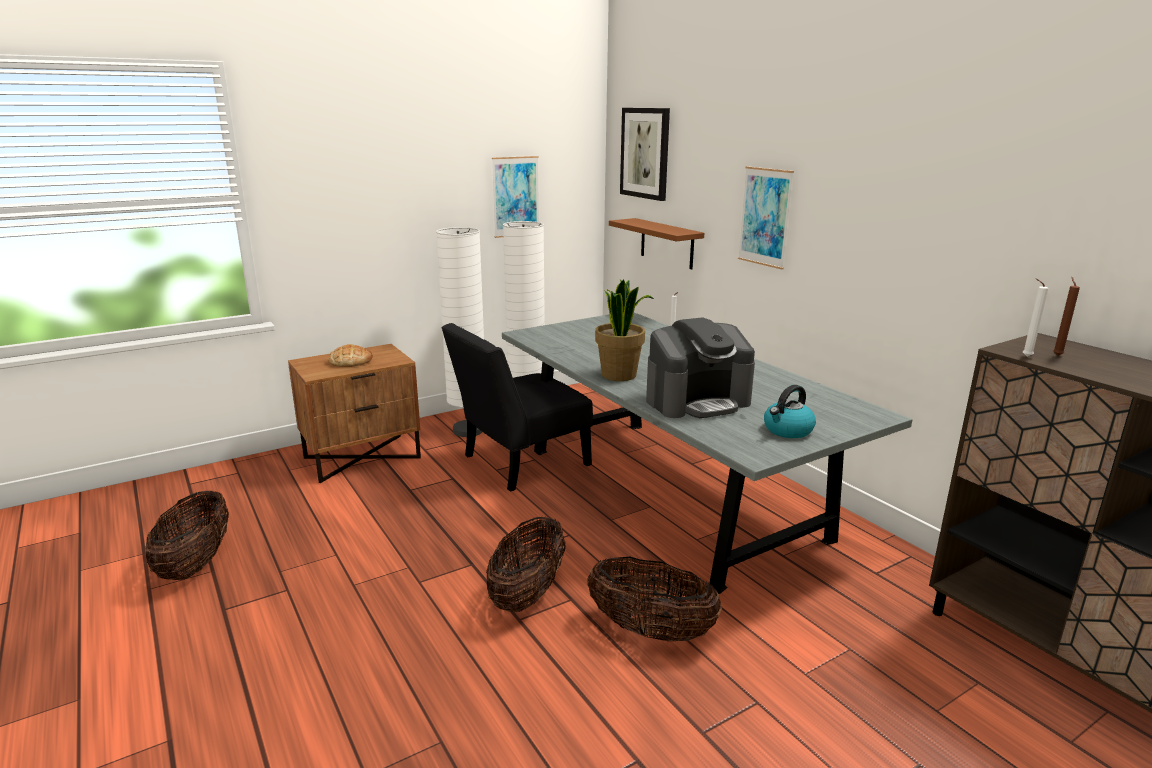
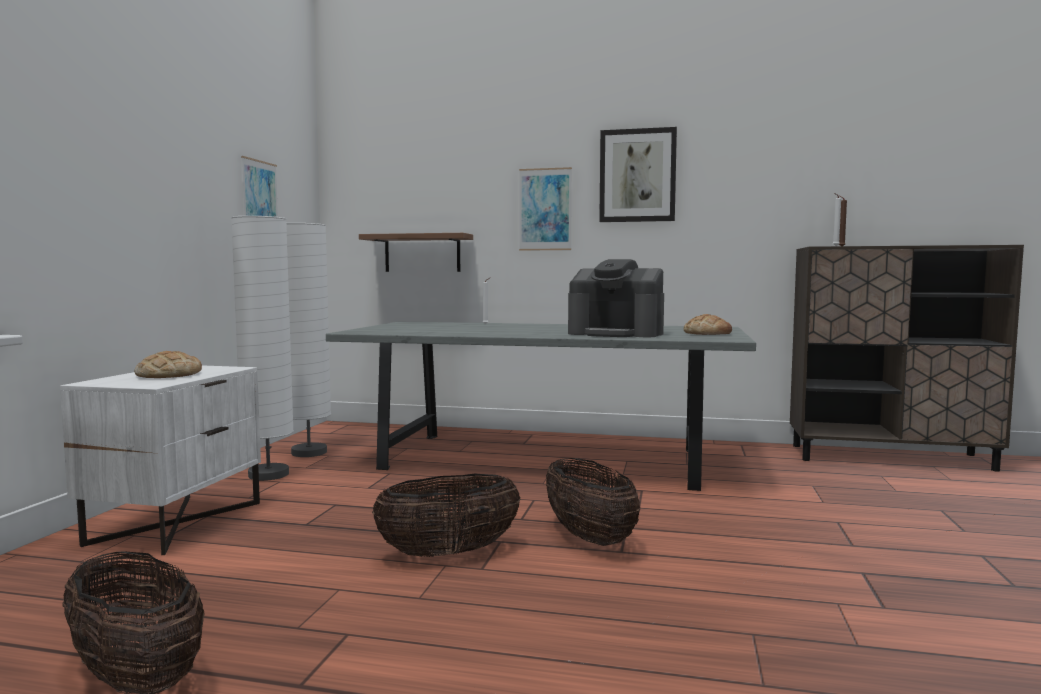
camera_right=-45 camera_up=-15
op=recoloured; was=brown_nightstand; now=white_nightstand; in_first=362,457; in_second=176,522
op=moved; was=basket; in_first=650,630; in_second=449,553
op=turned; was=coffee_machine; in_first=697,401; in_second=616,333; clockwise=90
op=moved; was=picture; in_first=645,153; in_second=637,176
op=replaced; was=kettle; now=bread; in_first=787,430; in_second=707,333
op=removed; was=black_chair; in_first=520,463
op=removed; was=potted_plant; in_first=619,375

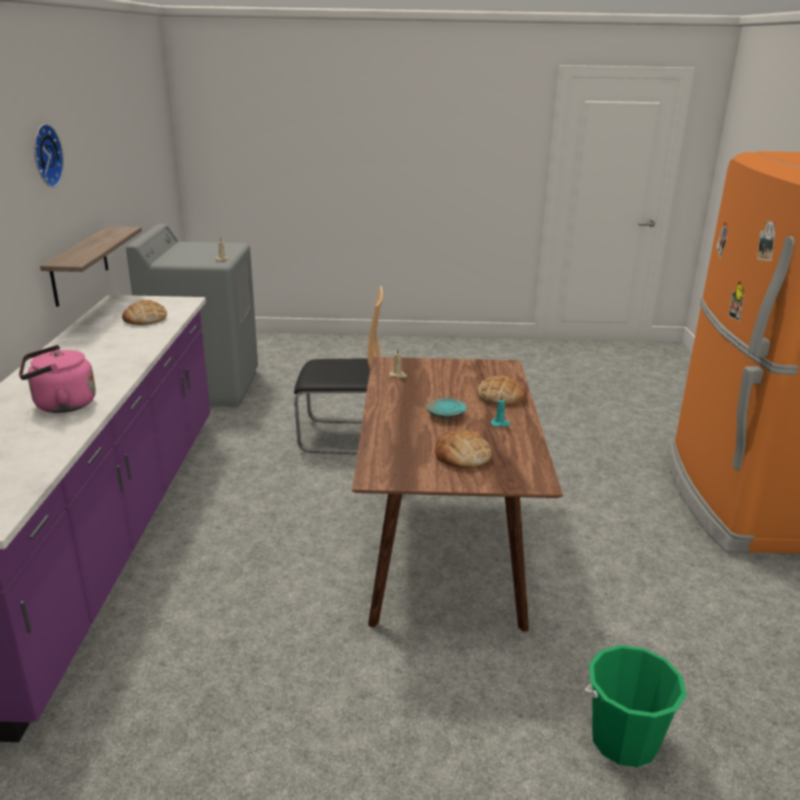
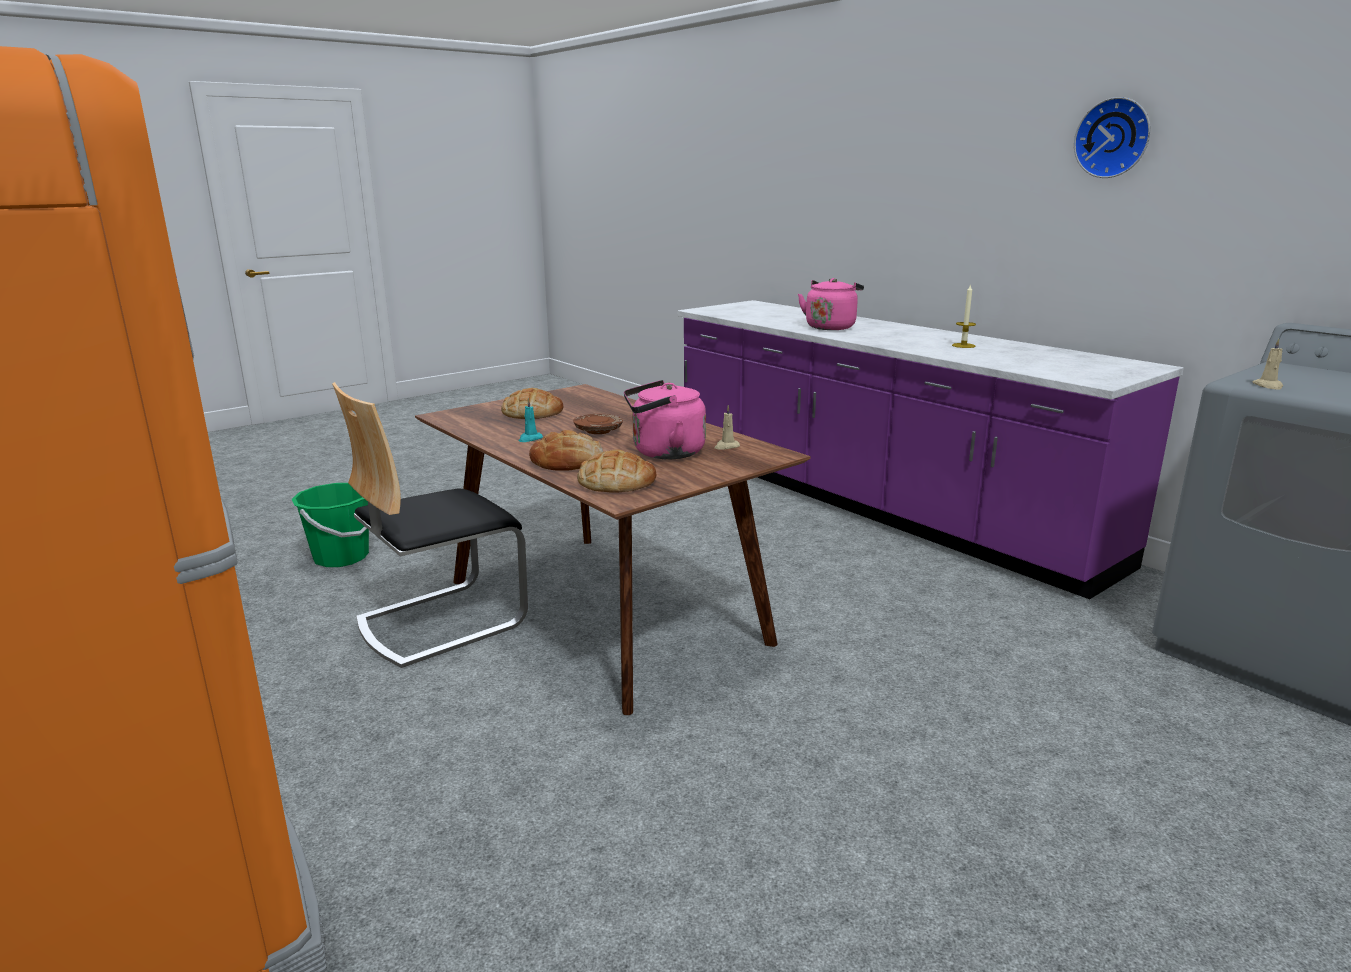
camera_right=140 camera_up=-5
op=moved; was=chair; in_first=344,437; in_second=440,621
op=recoloured; was=turquoise_plate; now=brown_plate; in_first=446,415; in_second=598,431
op=moved; was=bread; in_first=145,319; in_second=616,482
op=added; now=pink_kettle; in_second=664,453
op=added; now=candle; in_second=963,345
op=removed; was=shelf; in_first=80,265

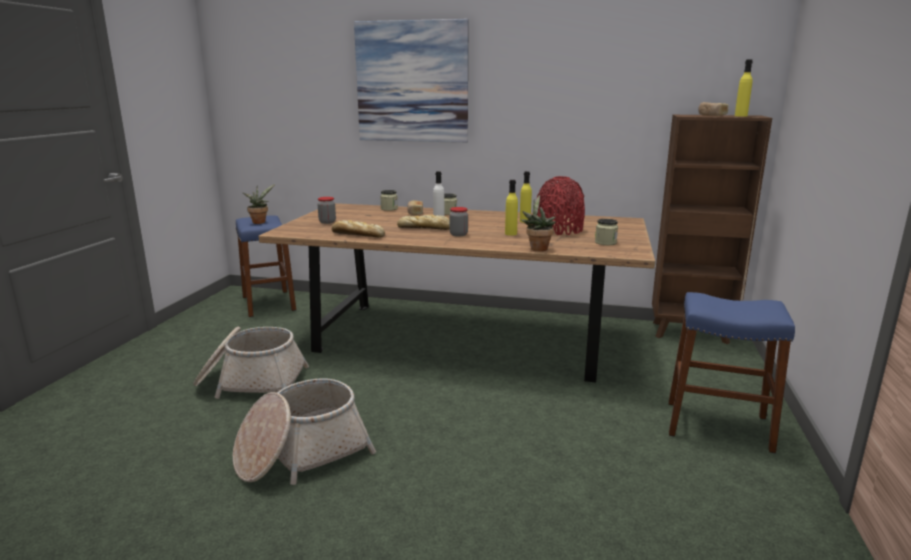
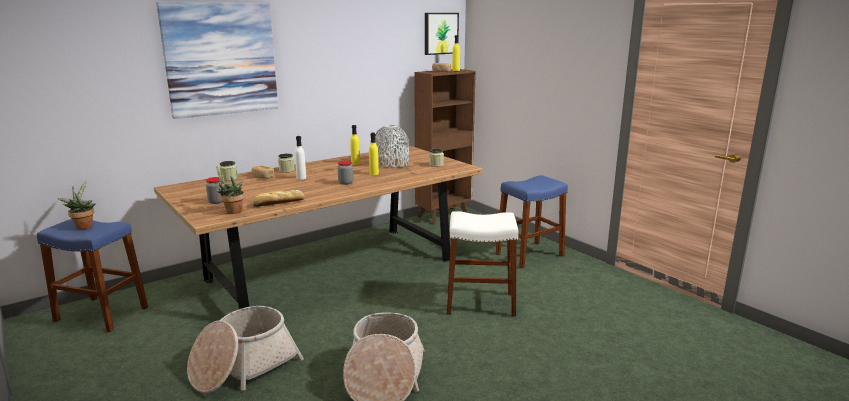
camera_right=-50 camera_up=0
op=moved; was=potted_plant; in_first=537,248; in_second=232,211
op=recoloured; was=red_vase; now=grey_vase; in_first=558,230; in_second=391,164
op=added; now=picture; in_second=440,33
op=added; now=white_stool; in_second=480,303
op=removed; was=bread; in_first=425,228

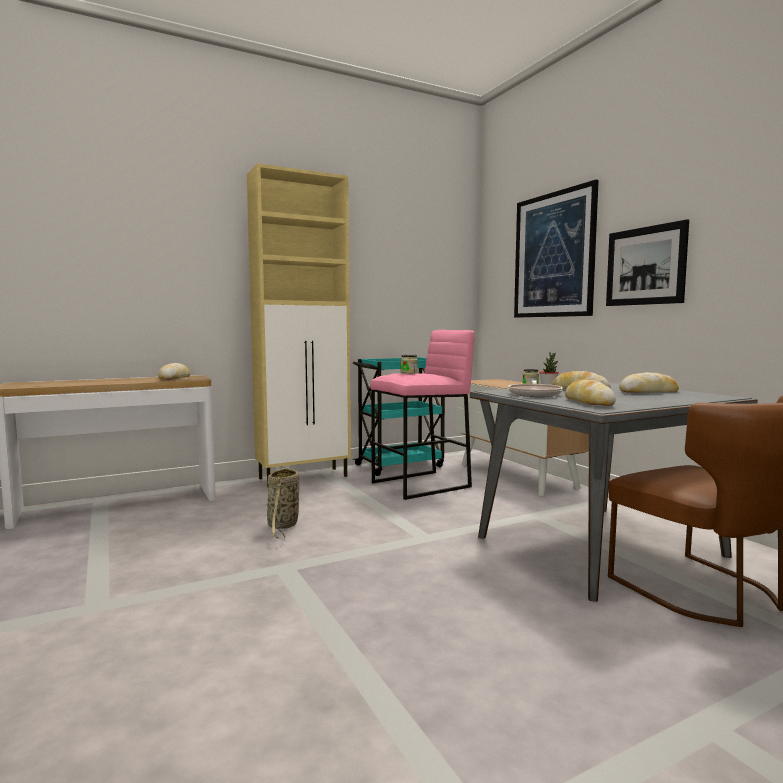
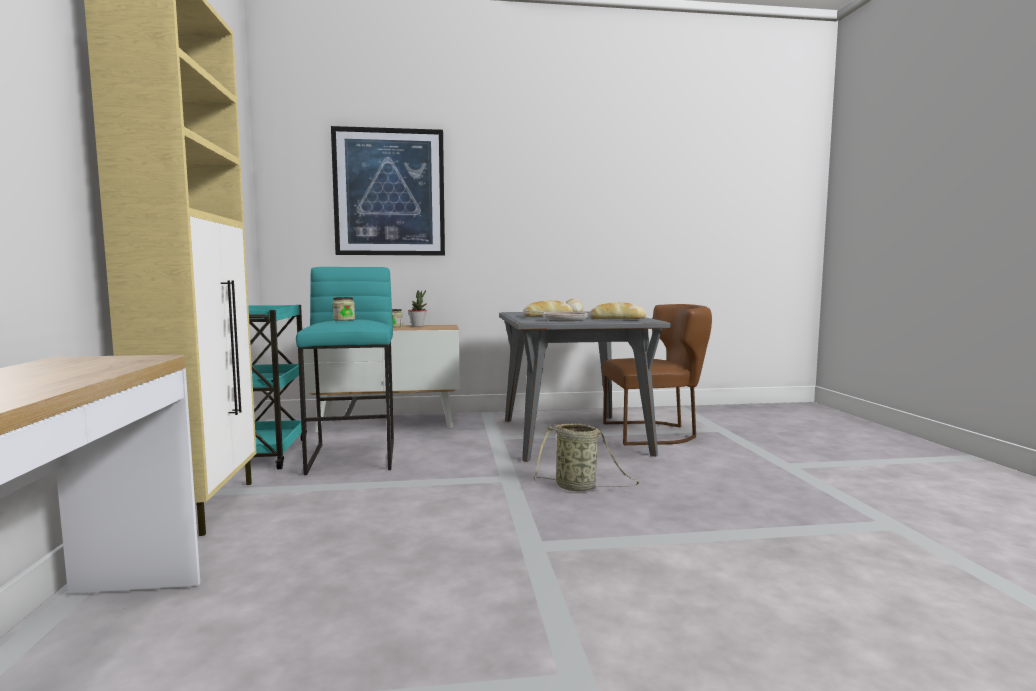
camera_right=-70 camera_up=0
op=recoloured; was=pink_stool; now=turquoise_stool; in_first=421,485; in_second=354,456
op=moved; was=basket; in_first=282,526; in_second=579,487
op=removed; was=bread; in_first=175,378
op=removed; was=picture; in_first=645,266

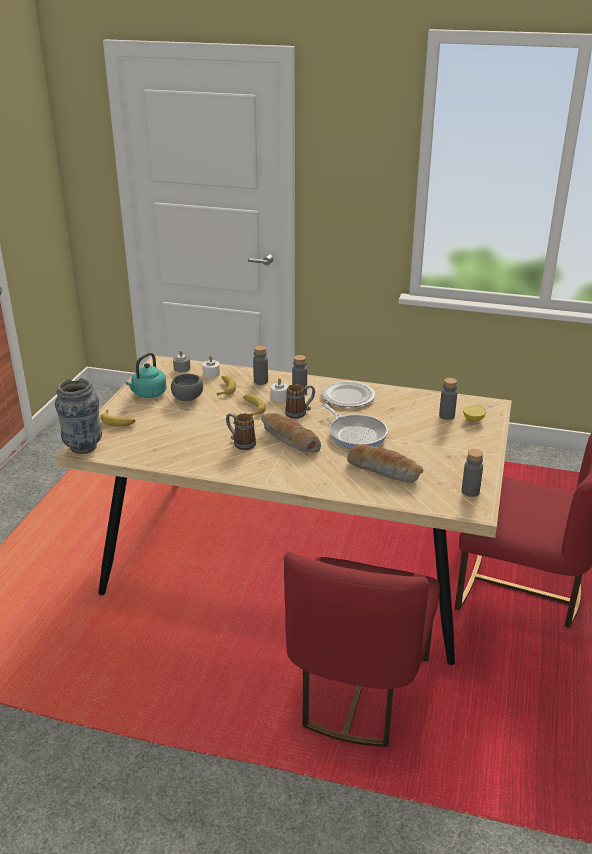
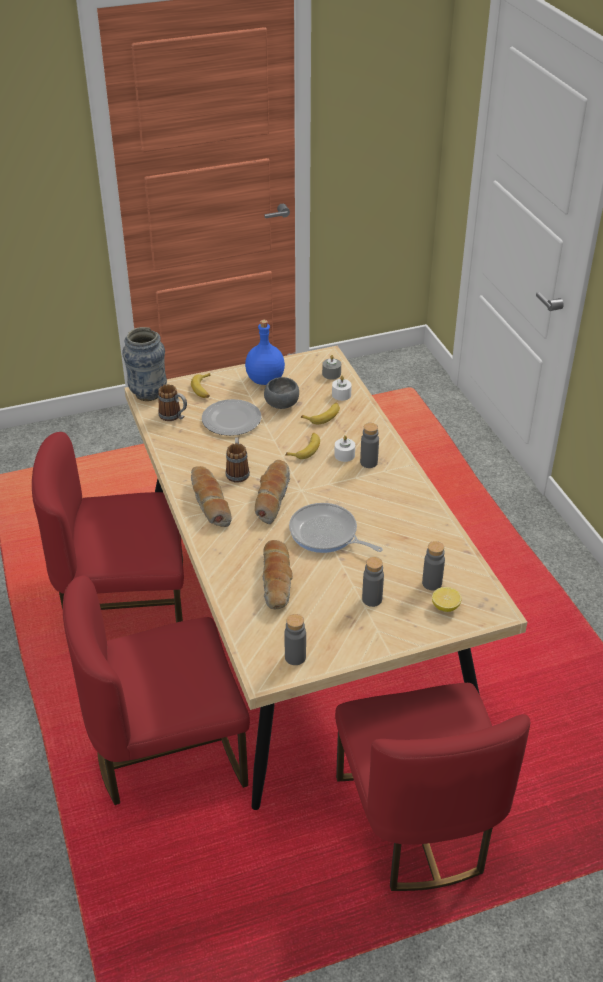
camera_right=55 camera_up=10
op=added; now=red_chair; in_second=126,606
op=moved; was=mug; in_first=300,413; in_second=174,417
op=added; now=bread; in_second=209,503
op=moved; was=plate; in_first=348,396; in_second=232,420
op=replaced; was=turquoise_kettle; now=blue_bottle; in_first=148,394; in_second=265,380
op=turned; was=frying_pan; in_first=355,434; in_second=326,534; clockwise=105
op=moved; was=grey_bottle; in_first=260,381; in_second=372,599

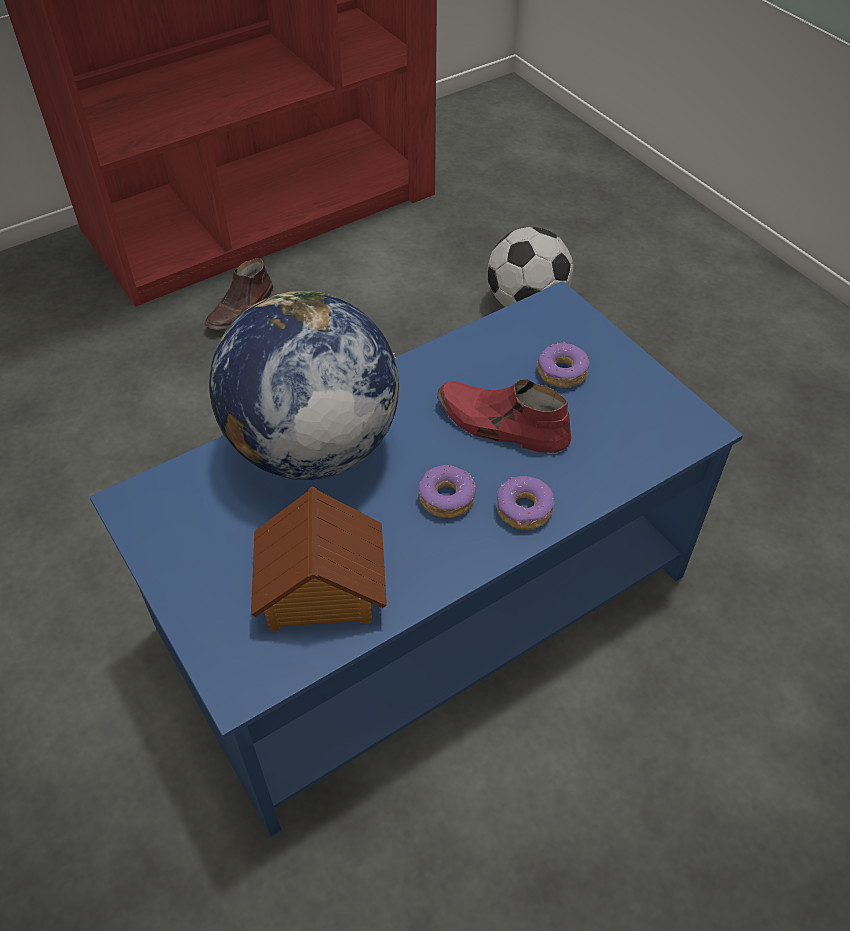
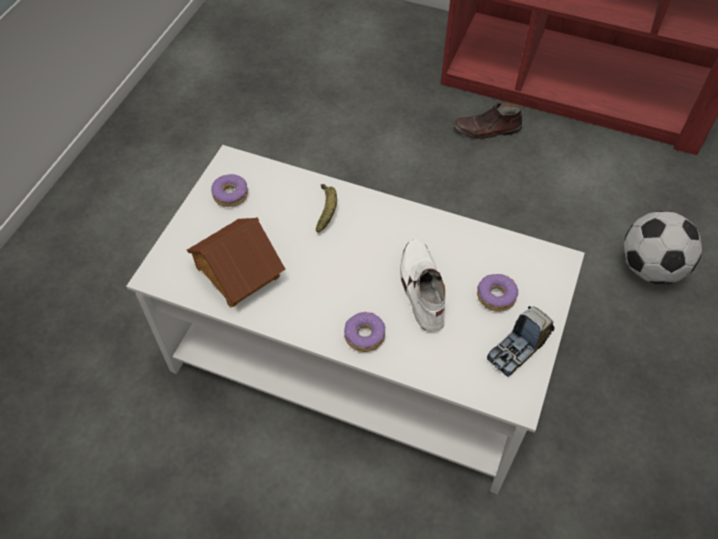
camera_right=55 camera_up=5
op=recoloured; was=blue_coffee_table; now=white_coffee_table; in_first=422,604; in_second=356,354
op=moved; was=donut; in_first=446,497; in_second=231,195
op=replaced; was=globe; now=banana; in_first=311,447; in_second=327,210
op=recoloured; was=red_shoe; now=white_shoe; in_first=501,425; in_second=421,289
op=added; now=toy_truck; in_second=518,349

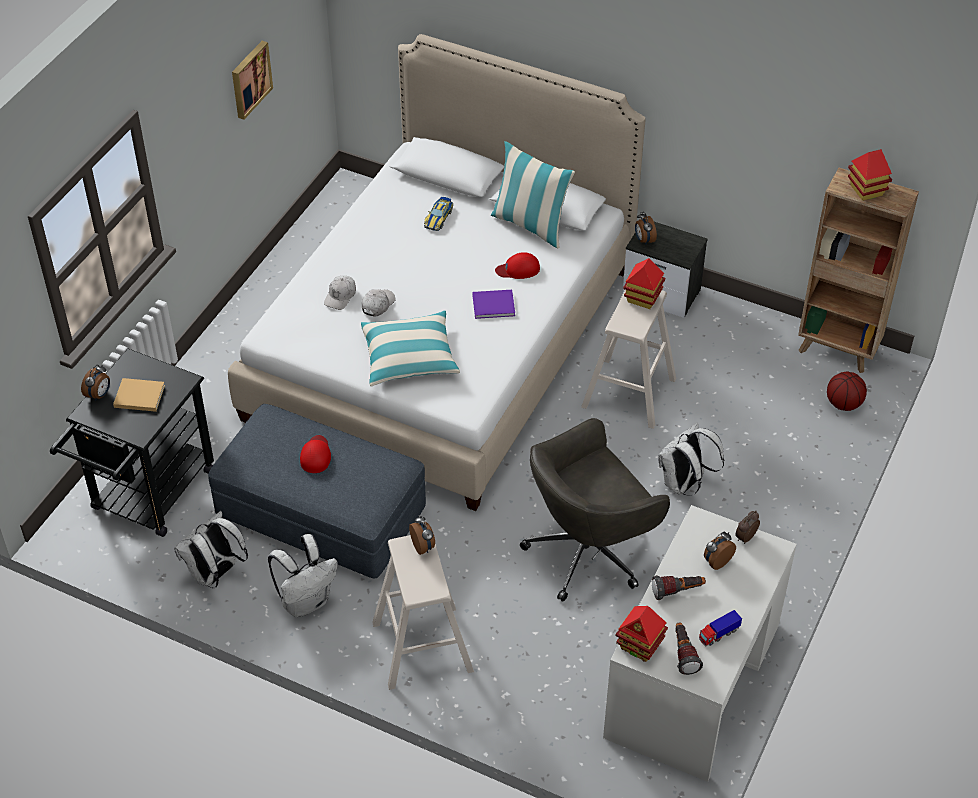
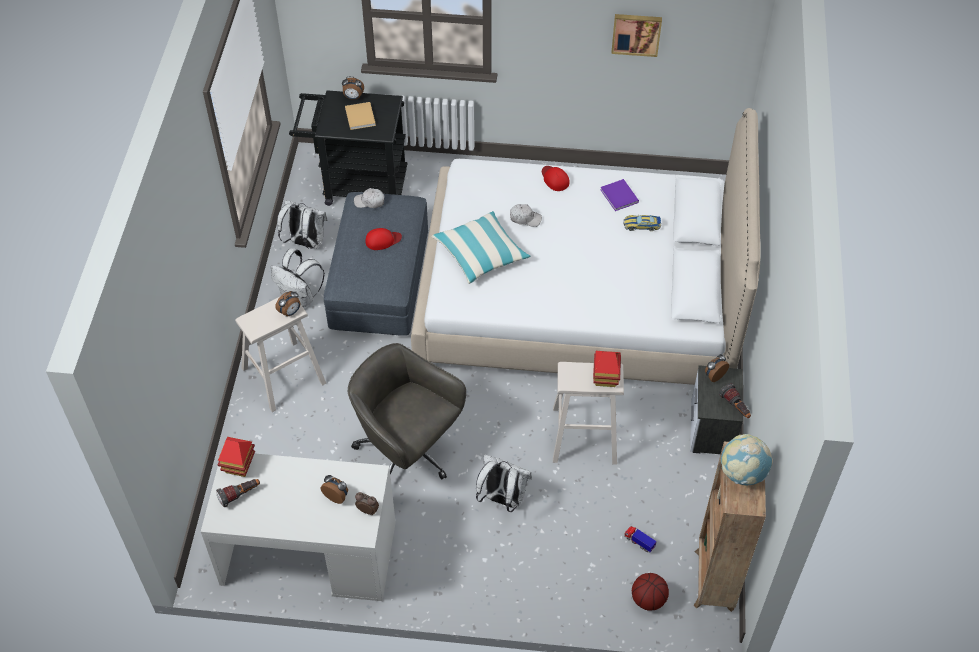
camera_right=70 camera_up=5
op=moved; was=white_cap; in_first=340,296; in_second=370,202
op=moved; was=red_cap; in_first=518,269; in_second=554,179
op=moved; was=purple_book; in_first=495,305; in_second=619,197
op=moved; was=toy_truck; in_first=718,634; in_second=639,542
op=moved; was=flashlight; in_first=678,591; in_second=735,407
op=replaced; was=toy_house; now=globe; in_first=866,190; in_second=742,473
op=removed; was=pillow; in_first=530,225

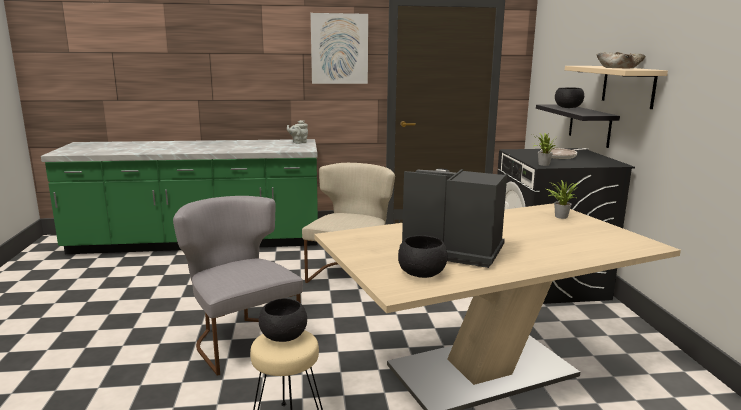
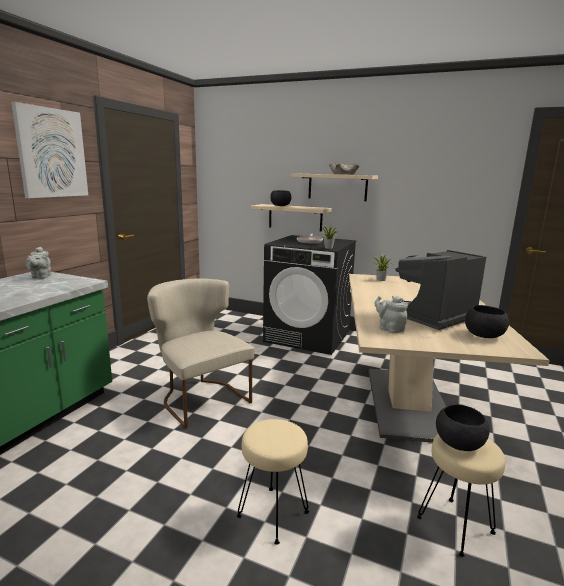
camera_right=-60 camera_up=0
op=replaced; was=grey_chair; now=beige_stool; in_first=241,340; in_second=272,513
op=recoloured; was=black_shelf; now=beige_shelf; in_first=589,125; in_second=295,217
op=added; now=grey_teapot; in_second=389,329

